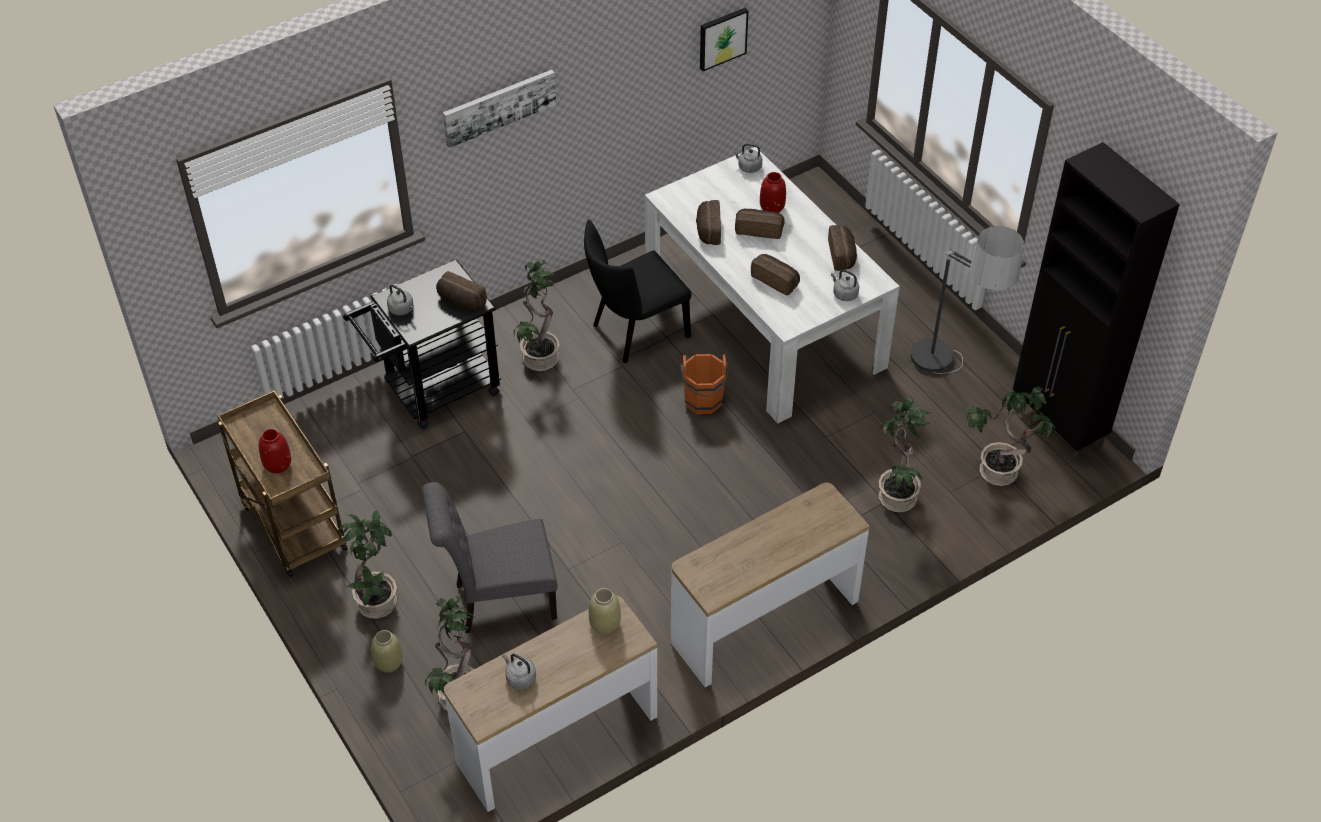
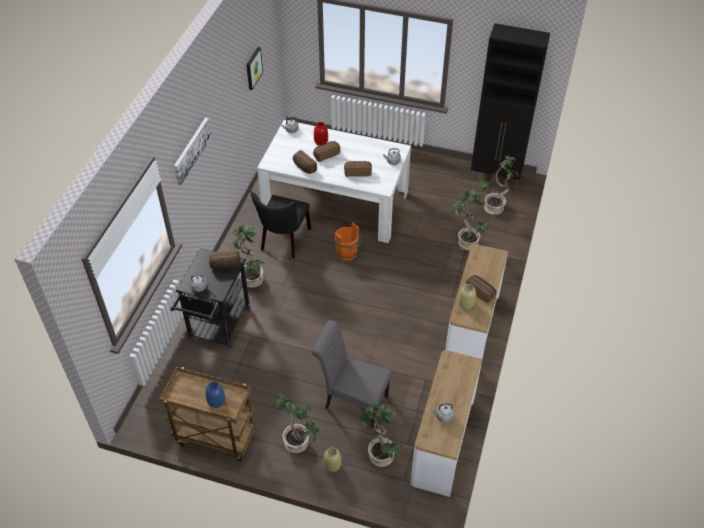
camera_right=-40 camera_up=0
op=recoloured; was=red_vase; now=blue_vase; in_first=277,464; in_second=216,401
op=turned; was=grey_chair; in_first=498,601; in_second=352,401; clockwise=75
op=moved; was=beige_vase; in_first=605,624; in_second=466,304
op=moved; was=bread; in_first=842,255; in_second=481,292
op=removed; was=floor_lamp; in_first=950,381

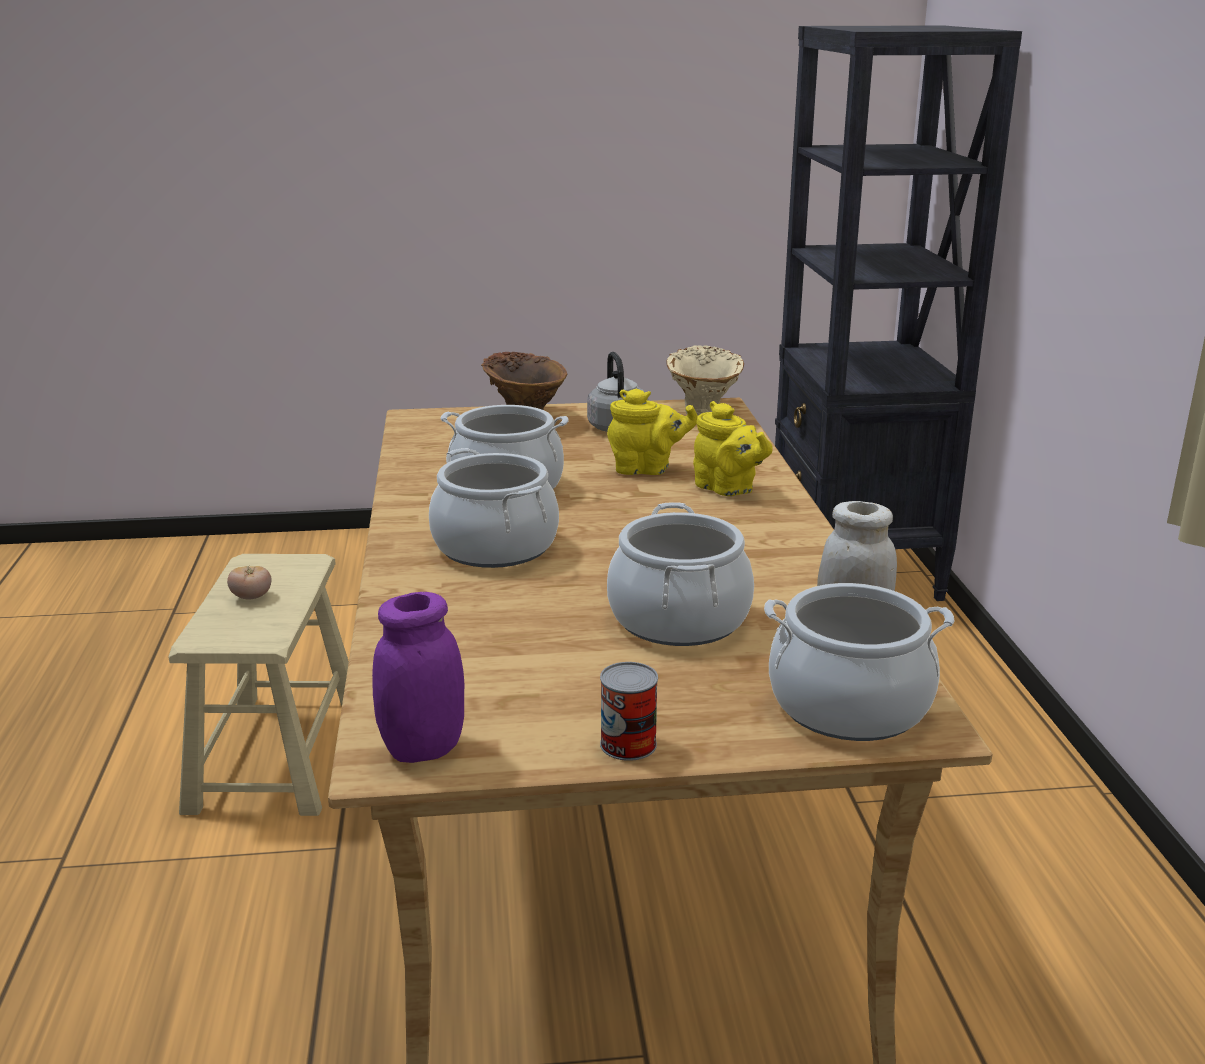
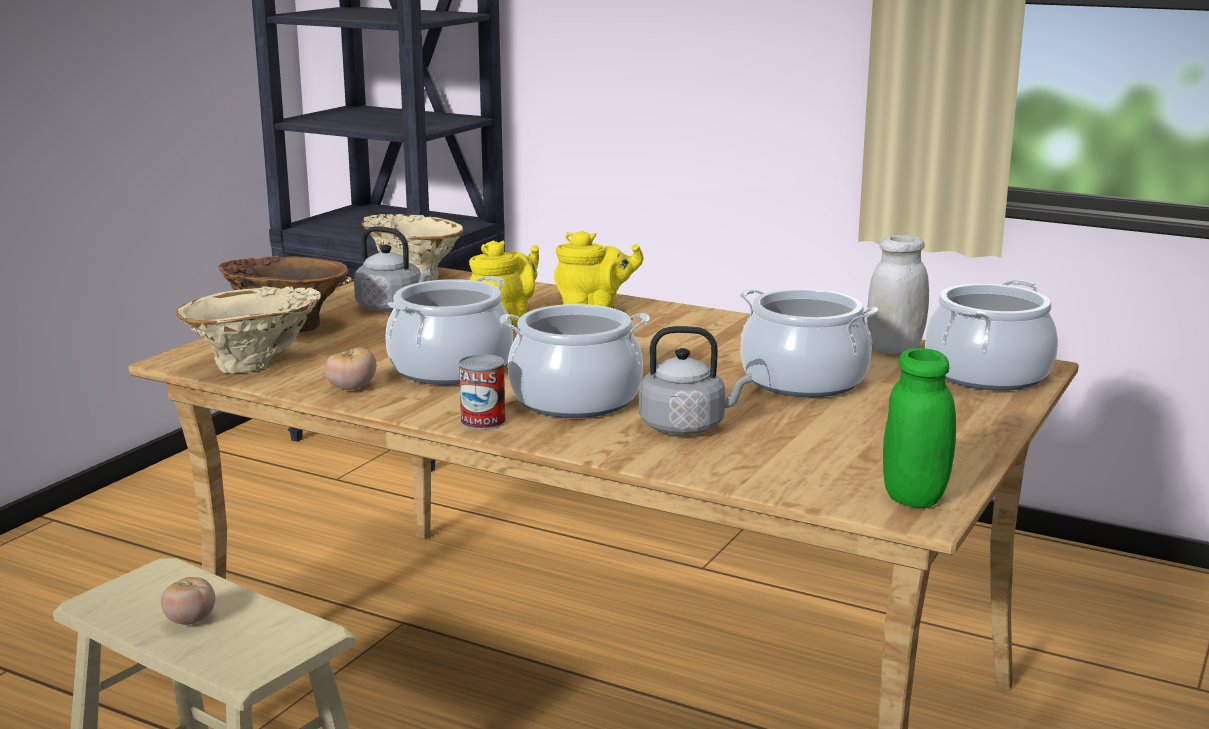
camera_right=-55 camera_up=-5
op=added; now=beige_vase; in_second=256,366
op=added; now=tomato; in_second=351,388
op=moved; was=can; in_first=628,744; in_second=483,421
op=added; now=grey_kettle; in_second=687,427
op=recoloured; was=purple_jar; now=green_jar; in_first=423,748; in_second=914,497

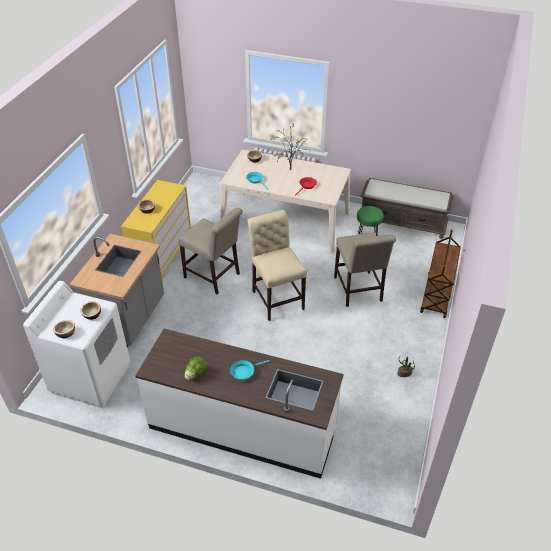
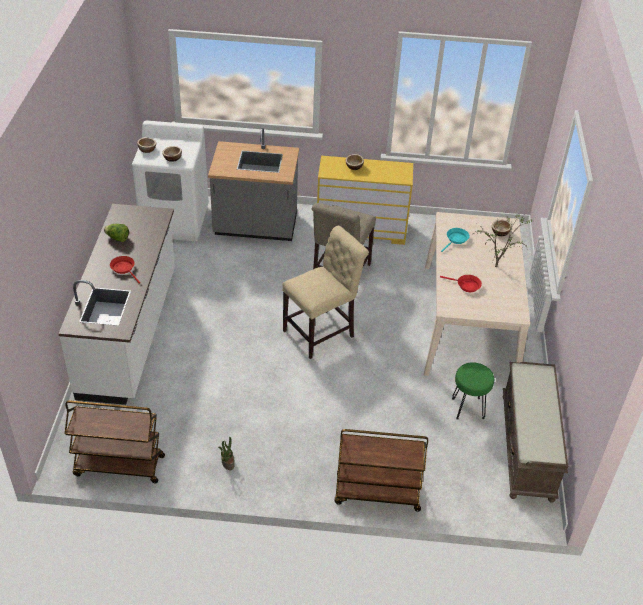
camera_right=75 camera_up=0
op=added; now=brown_cart; in_second=118,466
op=recoloured; was=turquoise_frying_pan; now=red_frying_pan; in_first=244,371; in_second=124,269
op=removed; was=beige_chair; in_first=358,291

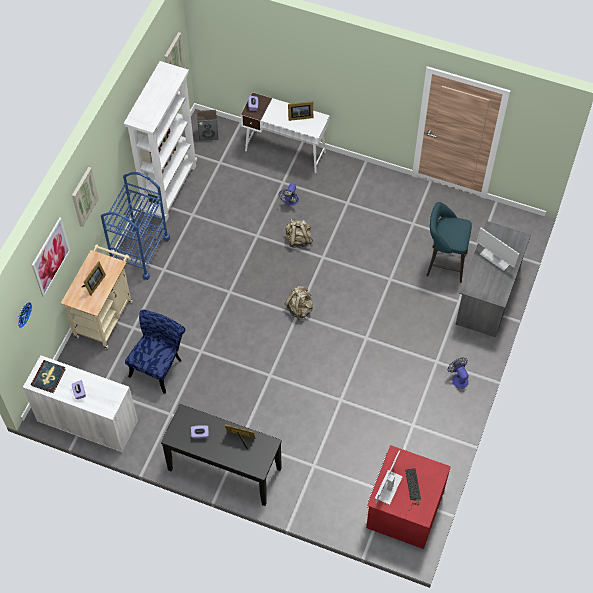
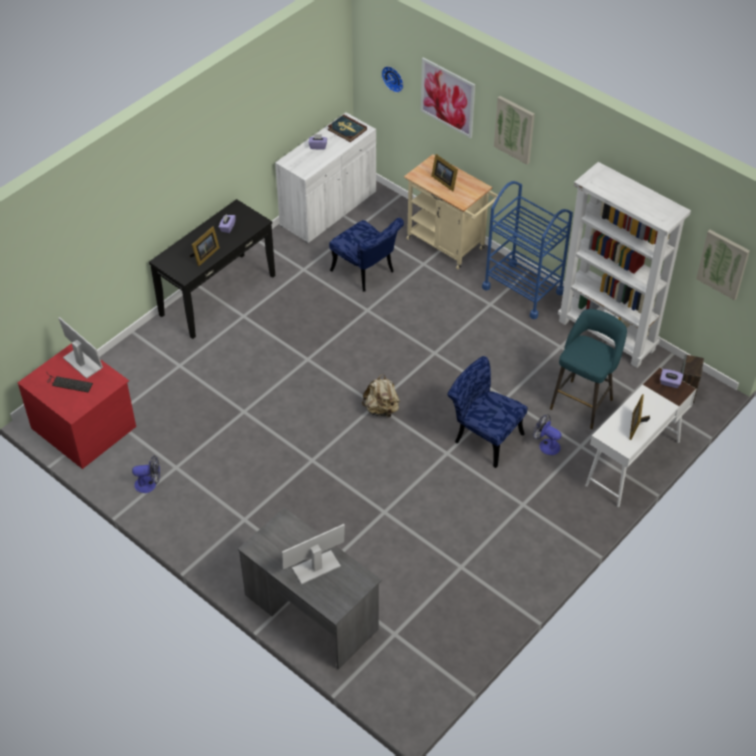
camera_right=110 camera_up=-10
op=moved; was=fan; in_first=458,378; in_second=149,484
op=replaced; was=beige_backpack; now=blue_chair; in_first=298,239; in_second=483,436
op=moved; was=turquoise_stool; in_first=443,263; in_second=583,402

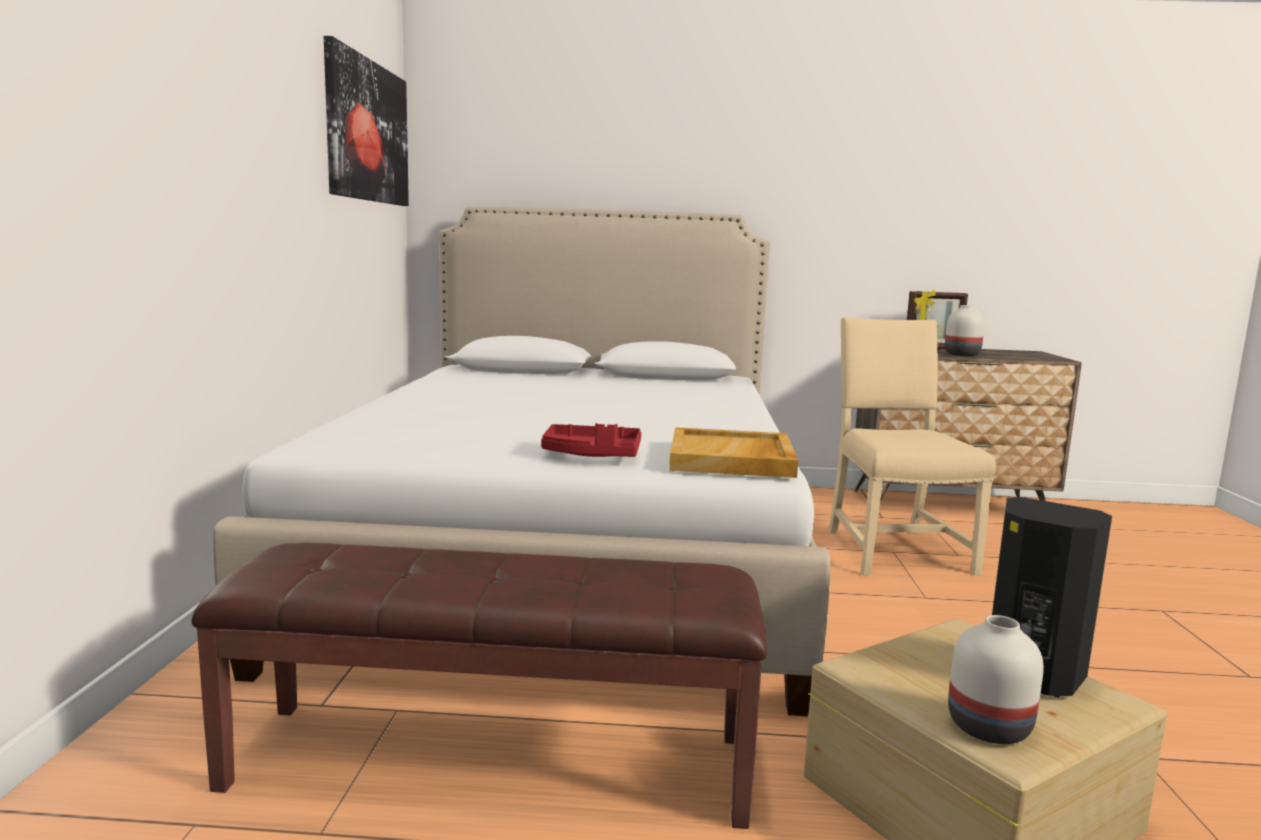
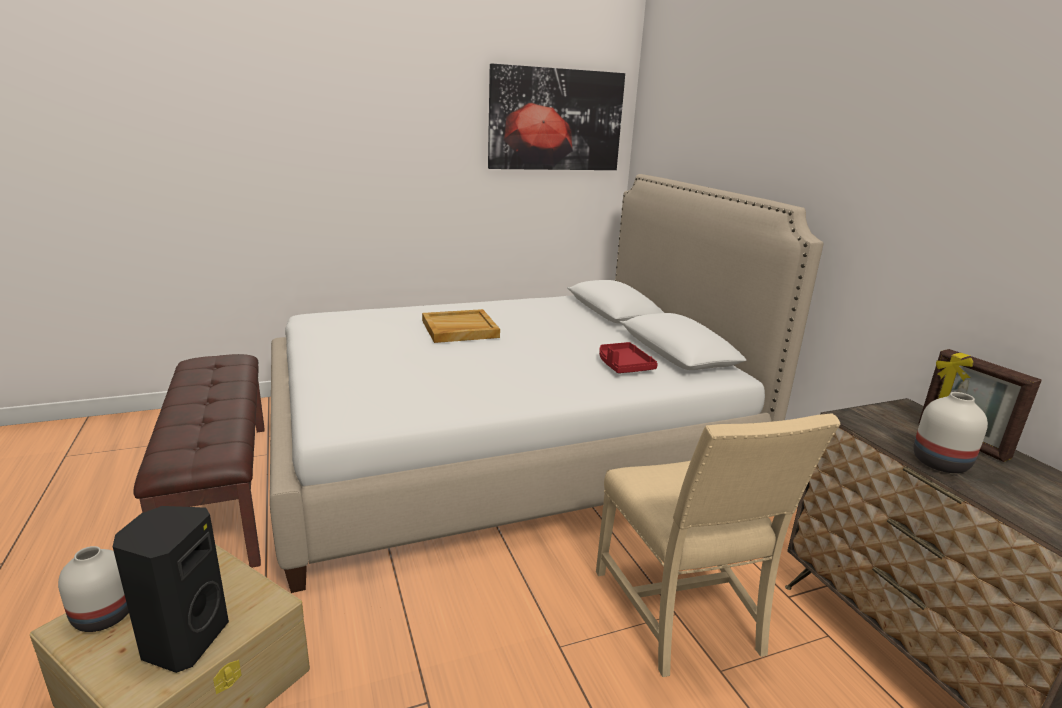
camera_right=65 camera_up=10
op=moved; was=beige_tray; in_first=732,459; in_second=459,329
op=turned; was=beige_chair; in_first=893,549; in_second=682,613; clockwise=105
op=moved; was=red_tray; in_first=592,455; in_second=623,366

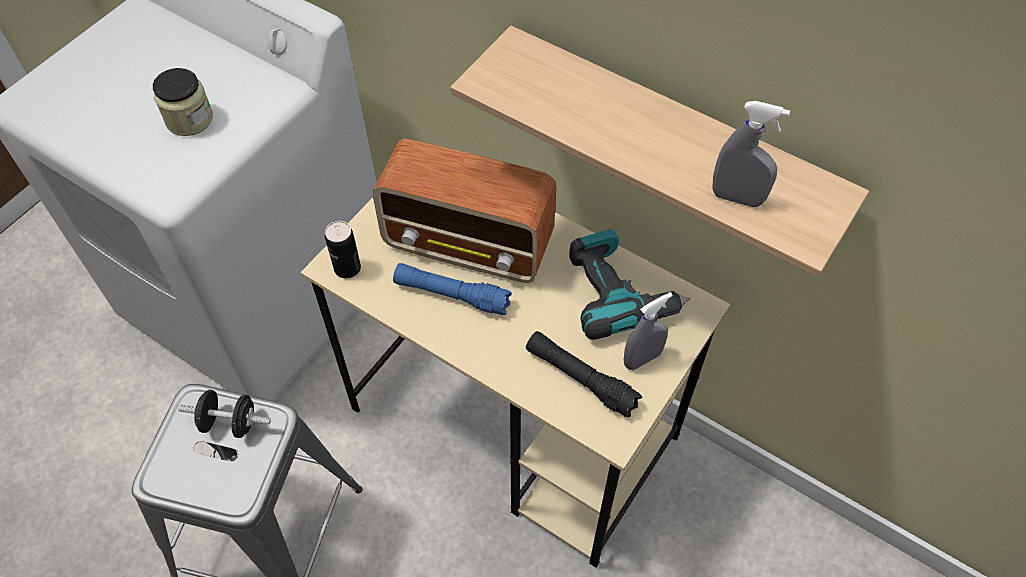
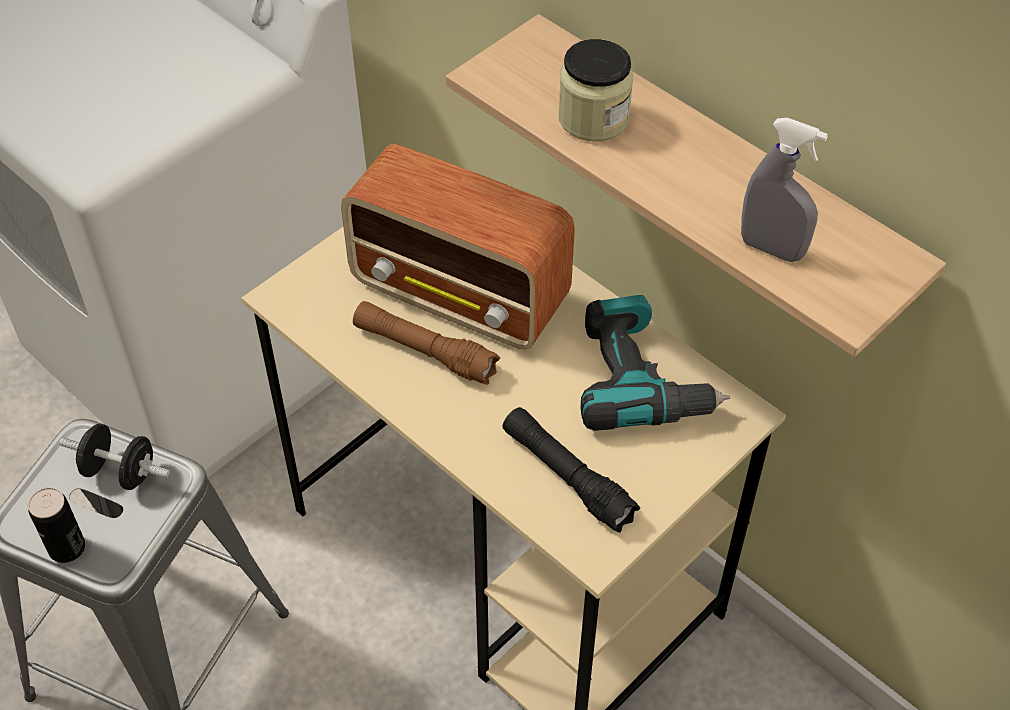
camera_right=10 camera_up=-5
op=moved; was=can; in_first=347,268; in_second=67,548
op=recoloured; was=blue_flashlight; now=brown_flashlight; in_first=451,295; in_second=424,351
op=moved; was=jar; in_first=189,119; in_second=593,118
op=removed; was=grey_spray_bottle; in_first=642,359

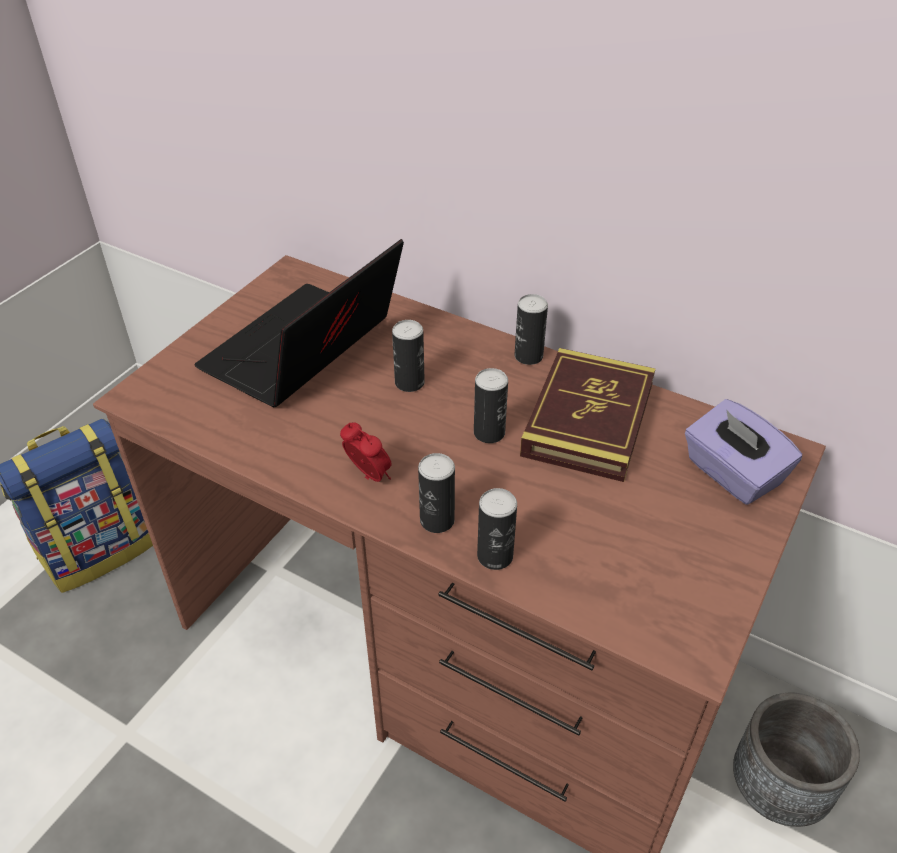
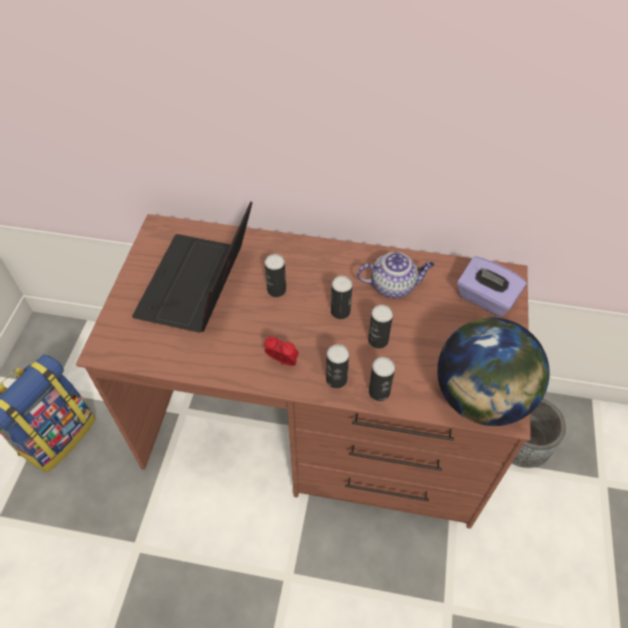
camera_right=-20 camera_up=10
op=replaced; was=book; now=teapot; in_first=588,420; in_second=393,286
op=moved; was=can; in_first=528,356; in_second=378,340
op=added; now=globe; in_second=480,398

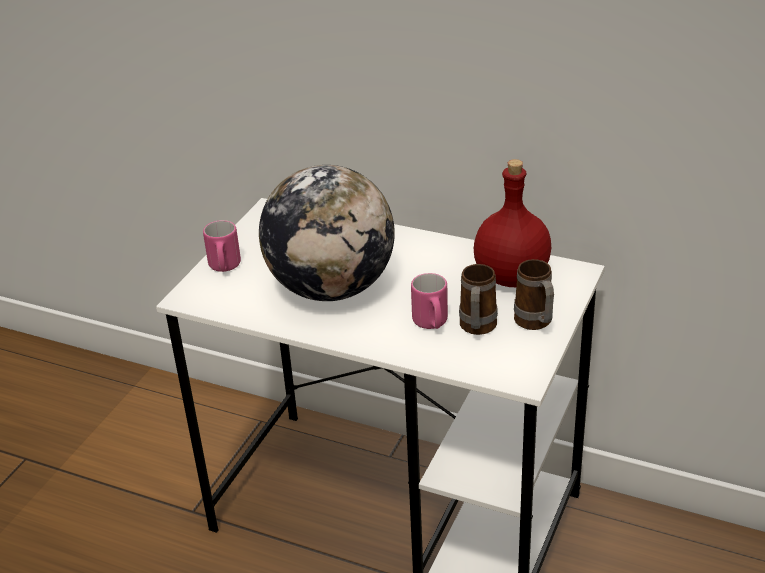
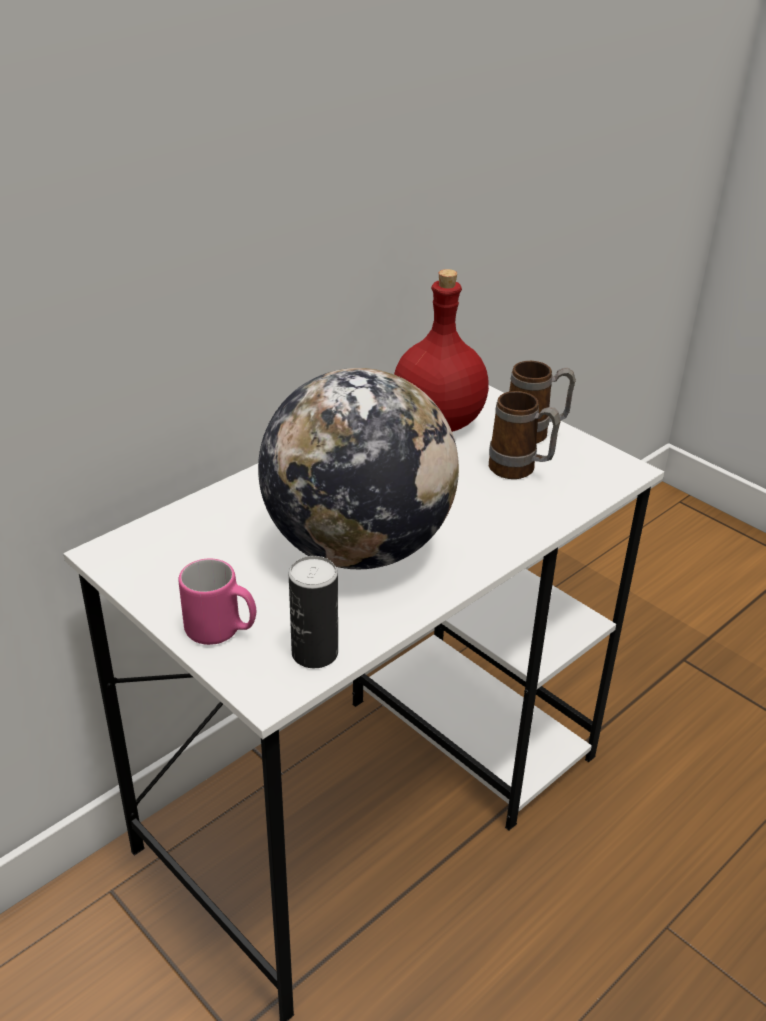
camera_right=-70 camera_up=0
op=added; now=can; in_second=314,653
op=removed; was=pink_mug; in_first=432,324

